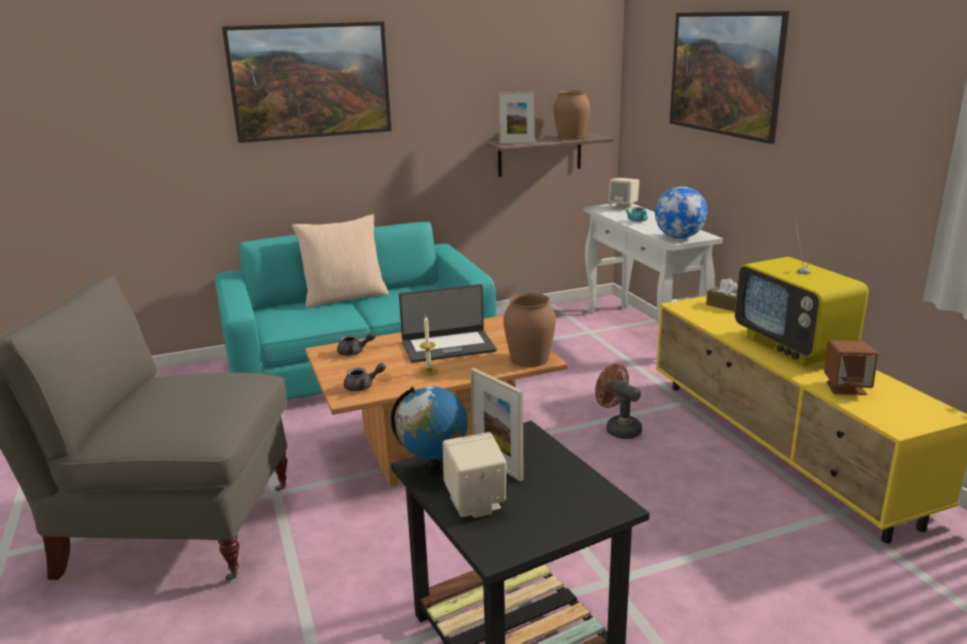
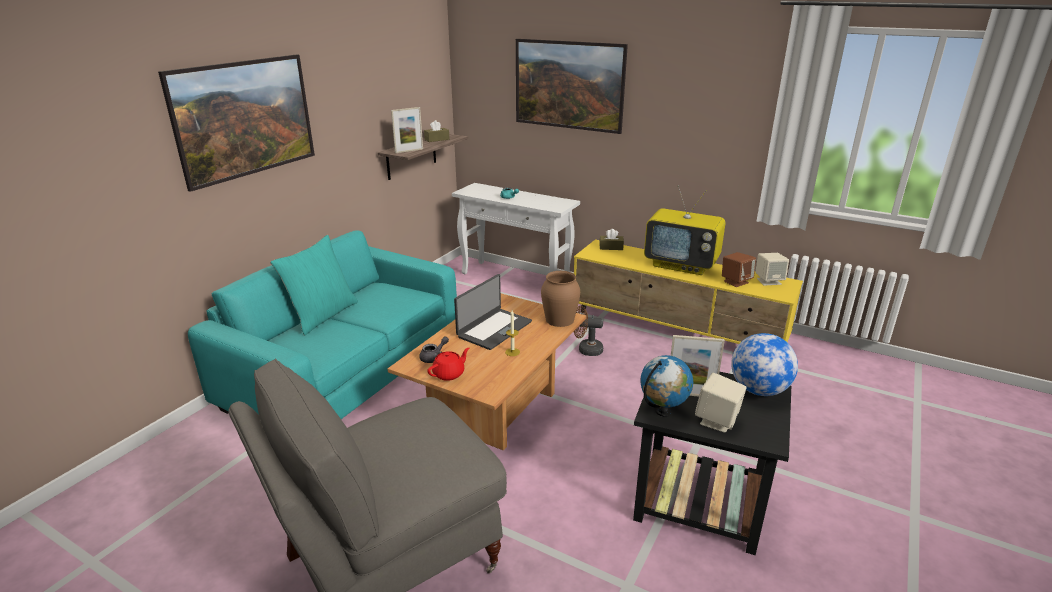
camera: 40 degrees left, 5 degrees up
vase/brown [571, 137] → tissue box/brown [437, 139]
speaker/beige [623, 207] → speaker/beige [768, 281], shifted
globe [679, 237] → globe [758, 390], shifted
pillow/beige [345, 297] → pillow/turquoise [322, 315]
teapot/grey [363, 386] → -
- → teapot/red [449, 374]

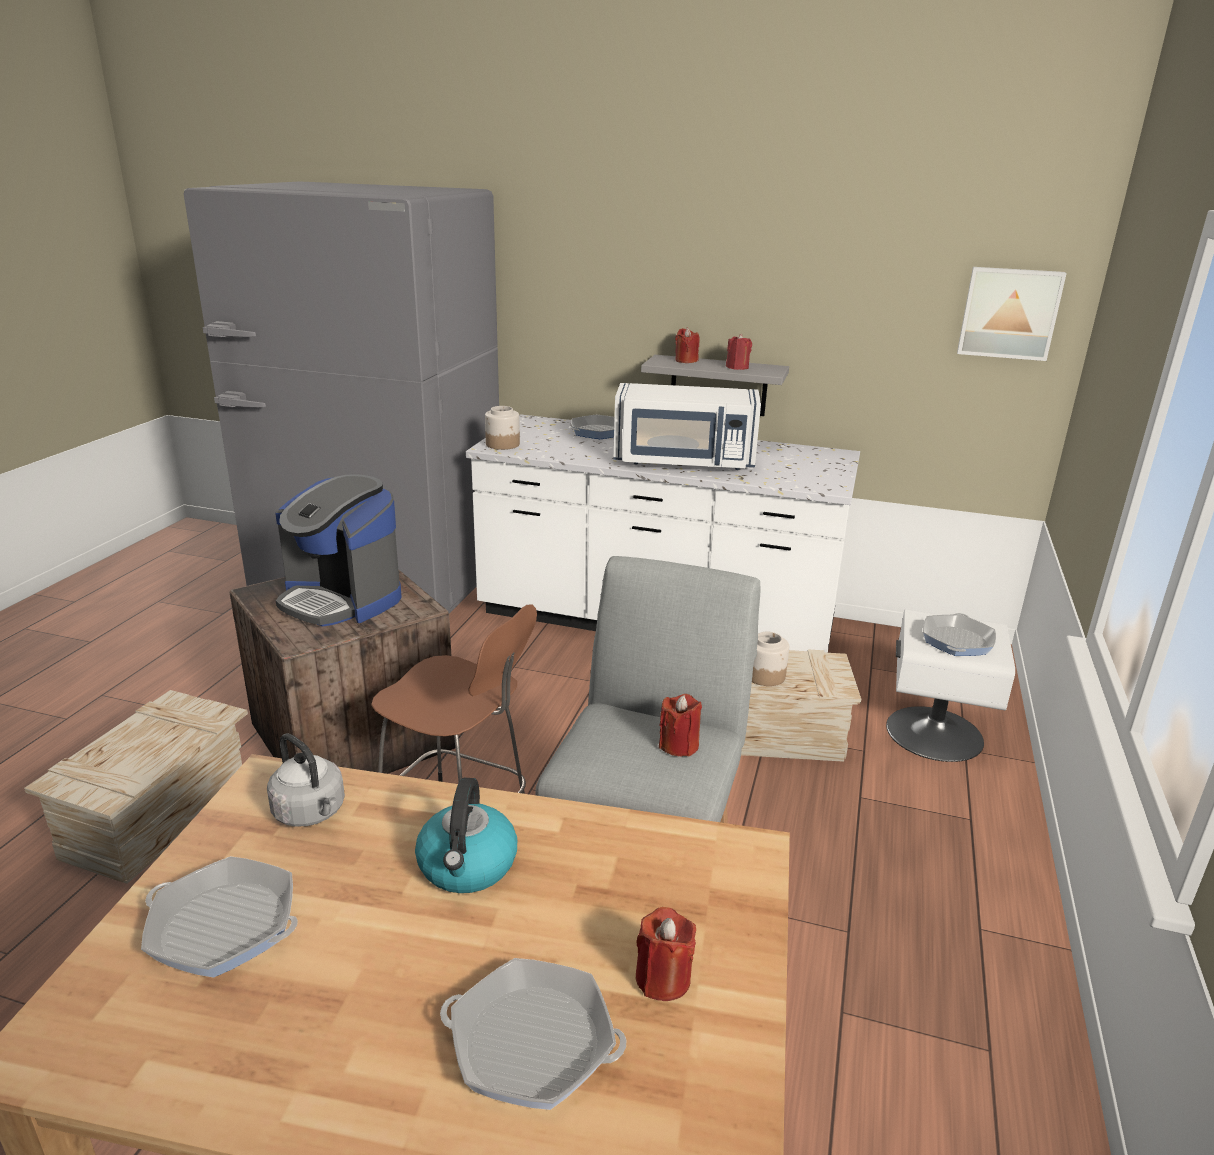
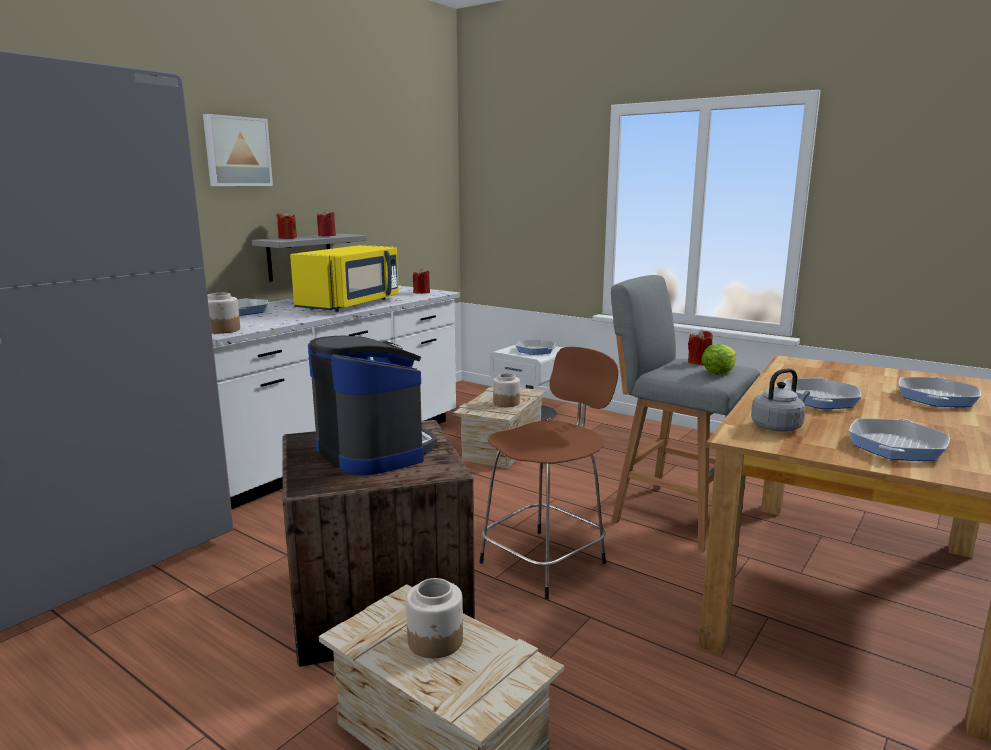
camera: 70 degrees left, 10 degrees down
picture [1009, 313] → picture [237, 151], shifted
microwave/white [684, 462] → microwave/yellow [351, 304]
coffee machine [341, 600] → coffee machine [374, 451], 90 degrees counterclockwise
kettle [467, 866] → frying pan [819, 399]
candle/red [663, 978] → candle/red [421, 292], shifted
- → lettuce [721, 371]
- → jar [435, 641]

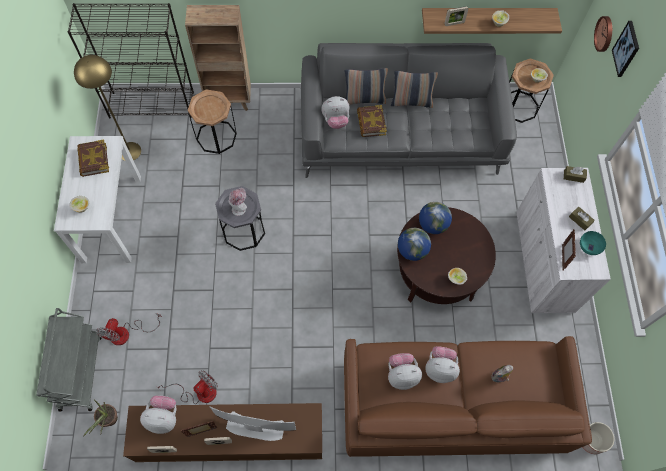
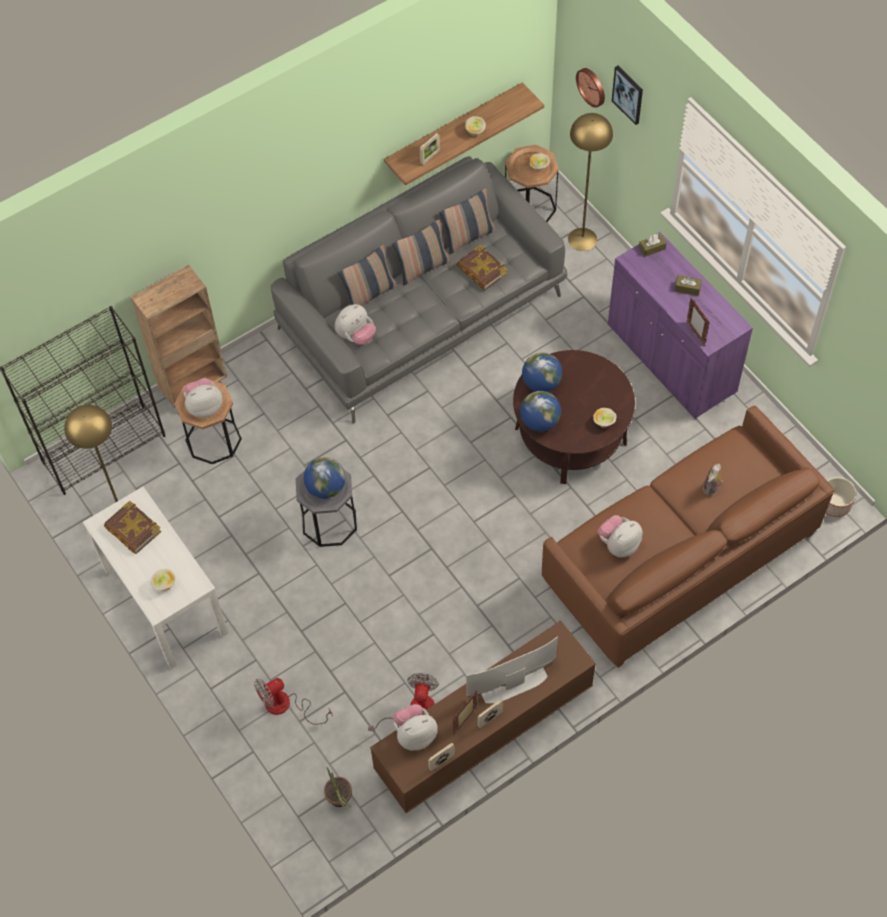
camera: 30 degrees left, 5 degrees down
book [371, 123] → book [481, 271], shifted
cabinet/white [544, 261] → cabinet/purple [671, 359]
hat [239, 208] → globe [326, 488]
bowl/turquoise [589, 246] → -
cart/grey [80, 371] → -
fan [127, 333] → fan [286, 706], 75 degrees clockwise
plush toy [440, 368] → plush toy [204, 406], shifted
- → floor lamp/yellow [582, 239]
- → pillow [468, 237]

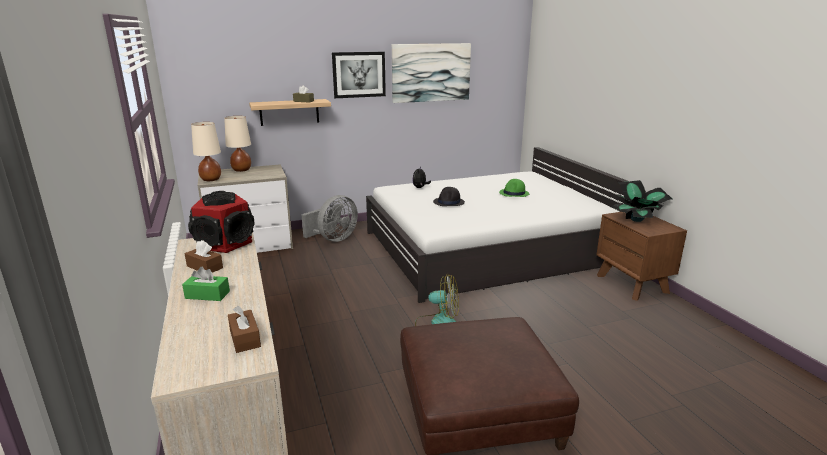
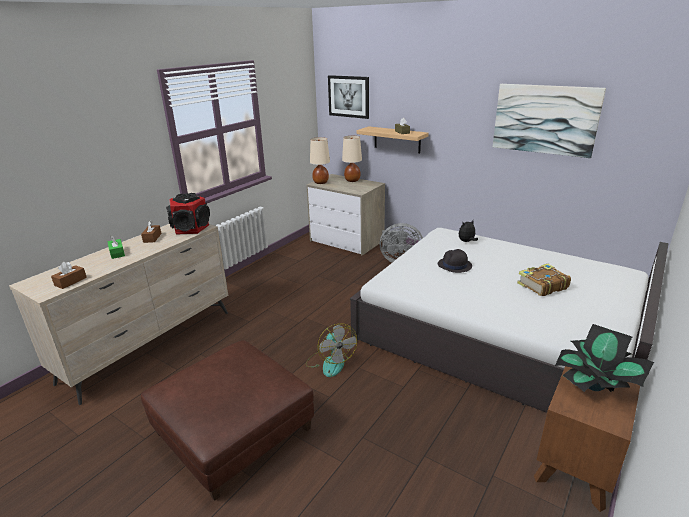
camera: 55 degrees right, 5 degrees up
picture [359, 74] → picture [349, 96], shifted
hat/green [514, 193] → book [541, 286]

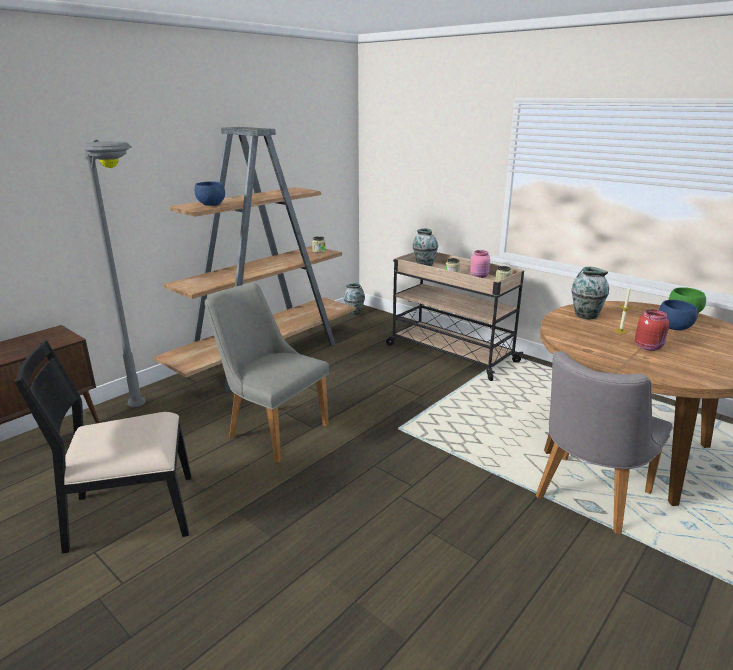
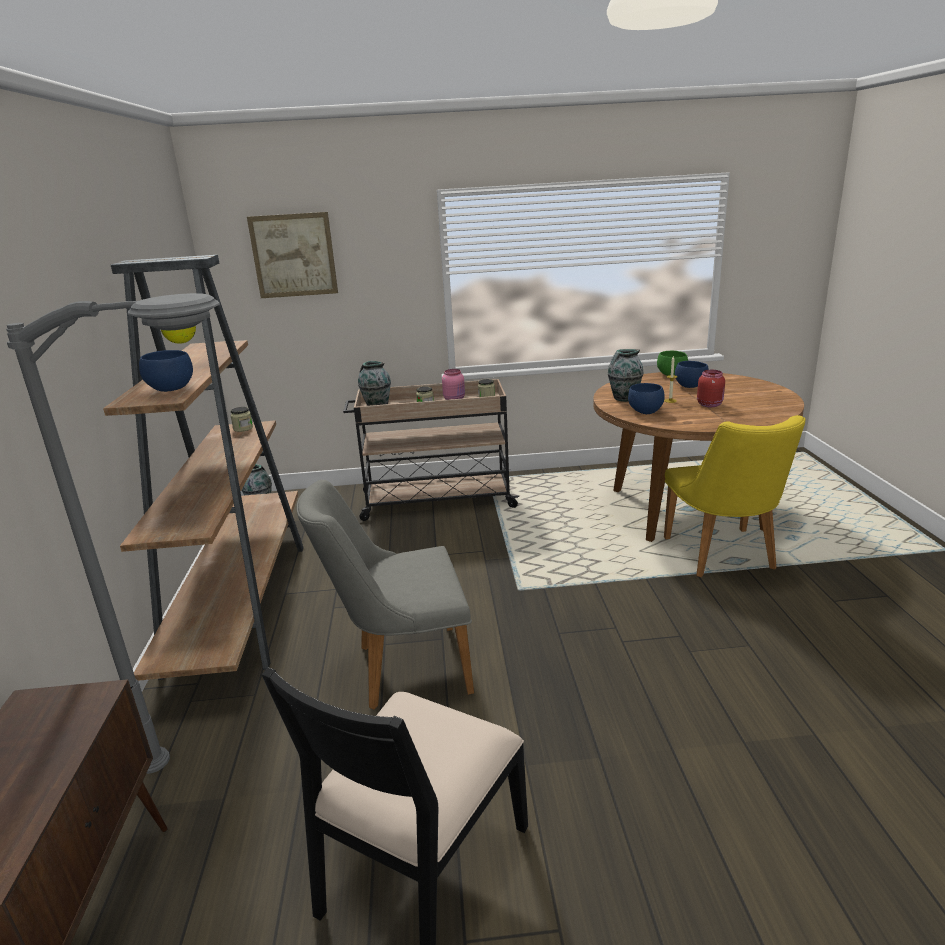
camera: 45 degrees left, 0 degrees up
chair/grey [586, 499] → chair/yellow [724, 558]
- → picture [293, 255]
- → bowl/blue [645, 412]

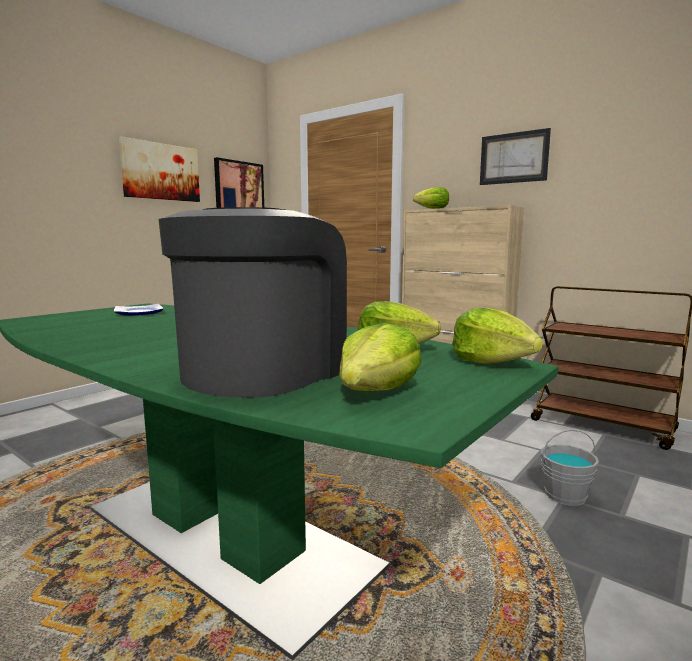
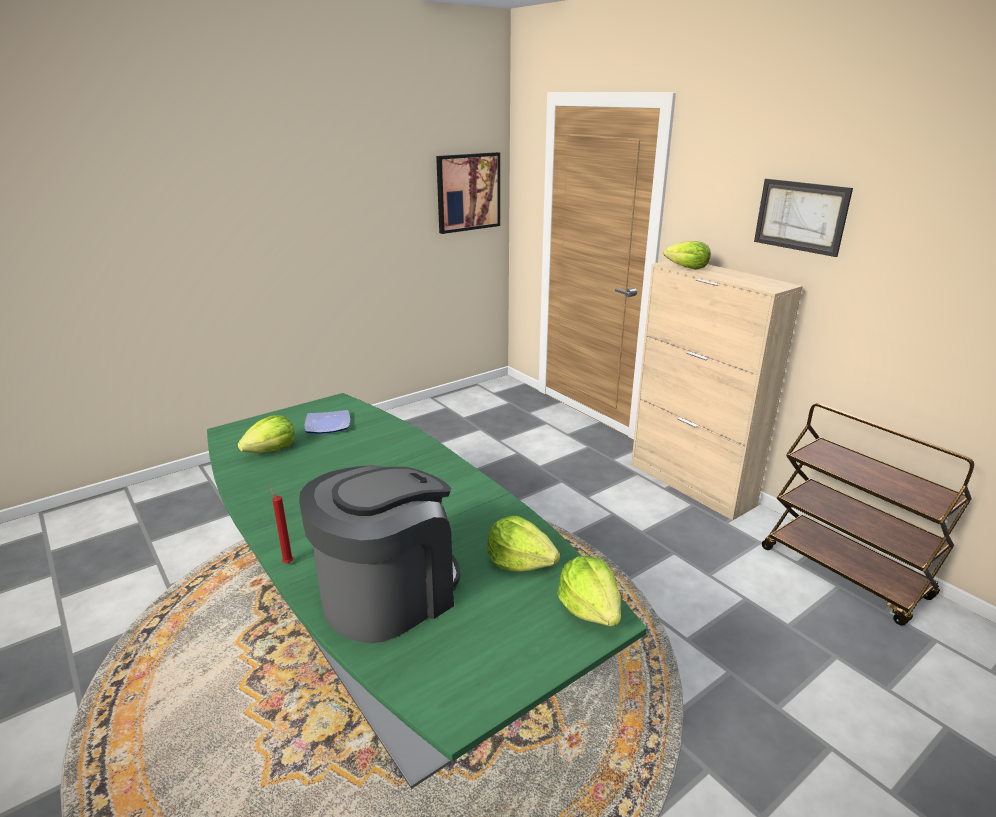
camera: 15 degrees right, 15 degrees up
picture [161, 172] → -
lettuce [376, 391] → lettuce [271, 450], shifted
bucket/grey [565, 496] → -
- → candle/red [287, 562]

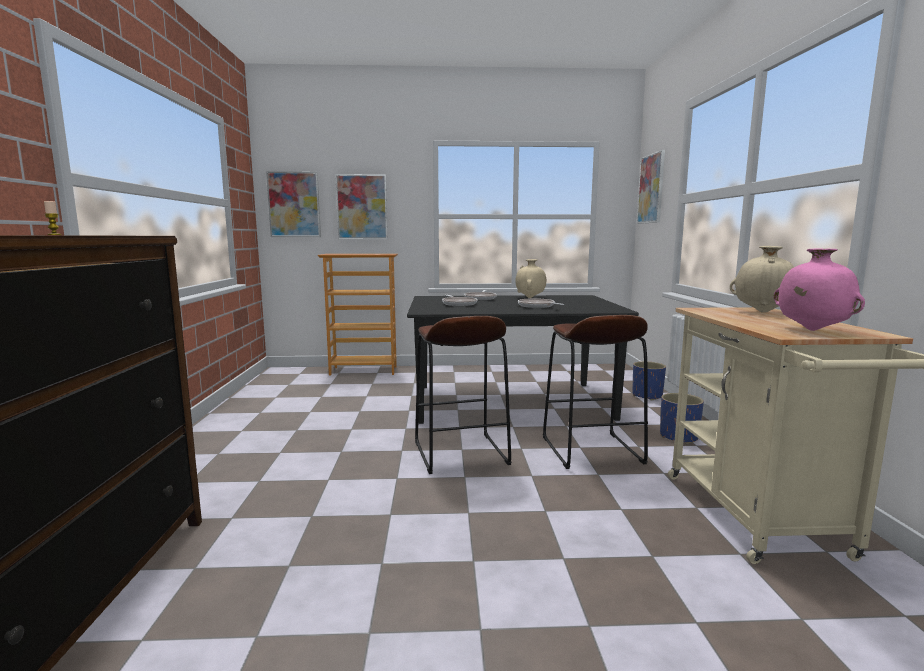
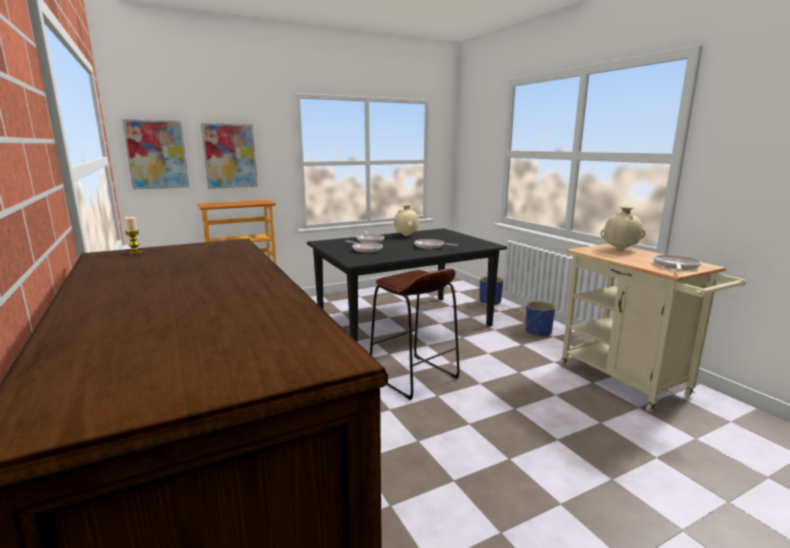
camera: 25 degrees left, 5 degrees up
picture [651, 189] → -
vase/pink [811, 330] → frying pan [675, 266]
stool/brown [591, 450] → -

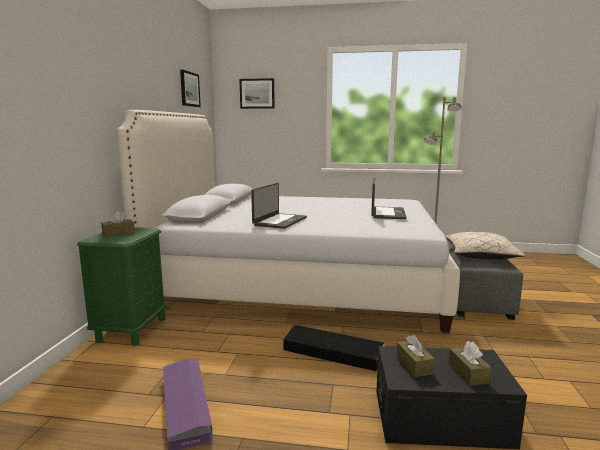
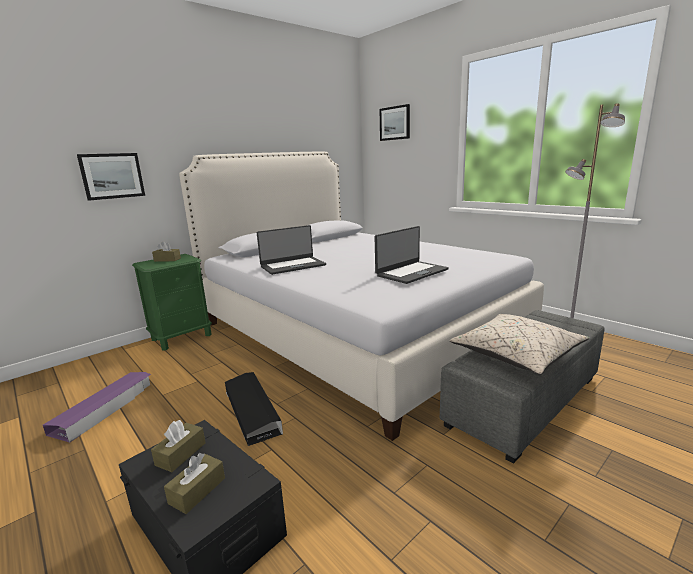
camera: 40 degrees right, 5 degrees up
picture [189, 89] → picture [112, 176], shifted

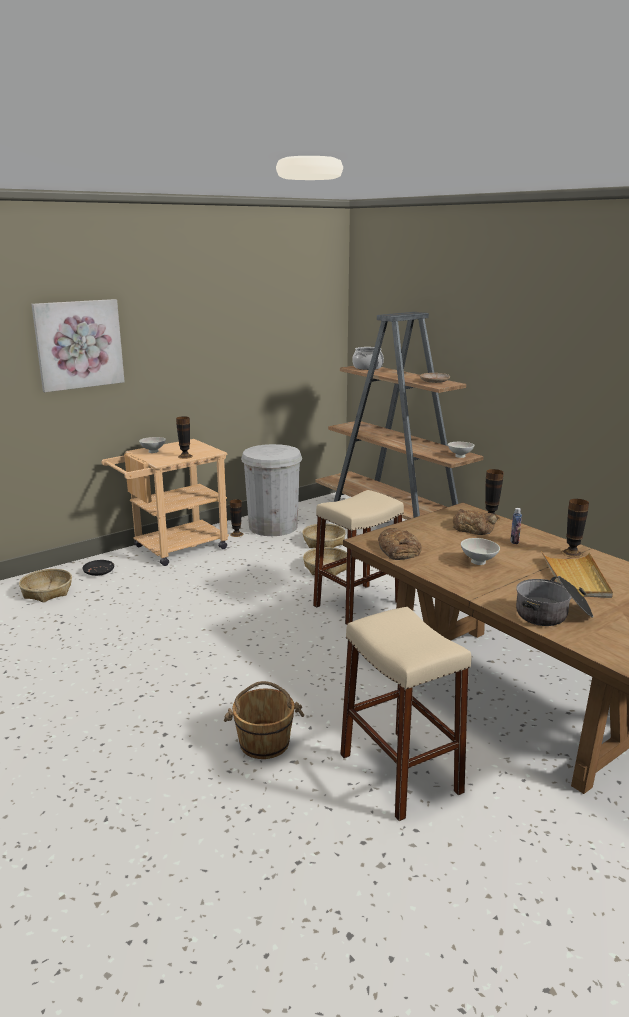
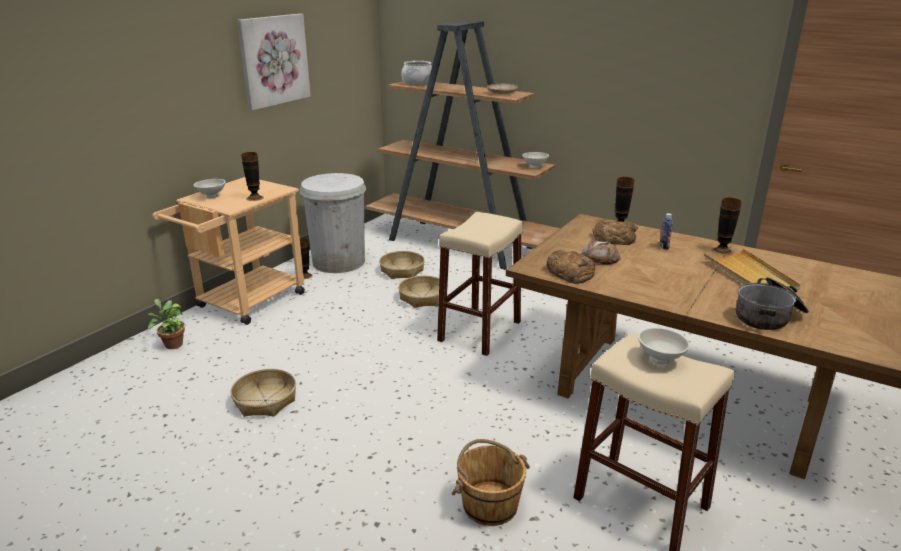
camera: 20 degrees left, 5 degrees up
picture [79, 344] → picture [273, 60], shifted
bowl/white [479, 561] → bowl/white [660, 359], shifted
plate/black [99, 571] → potted plant [172, 344]
basket [47, 592] → basket [265, 400], shifted
- → bread [600, 258]

